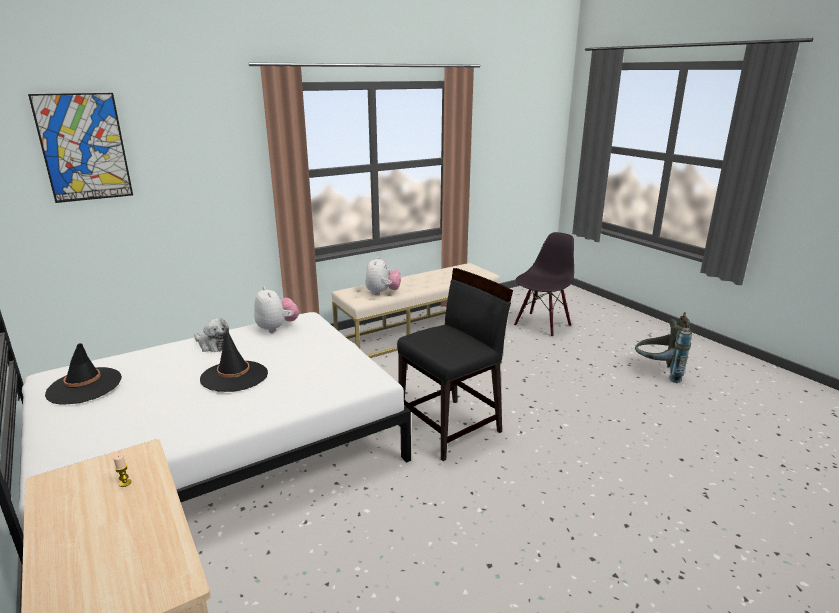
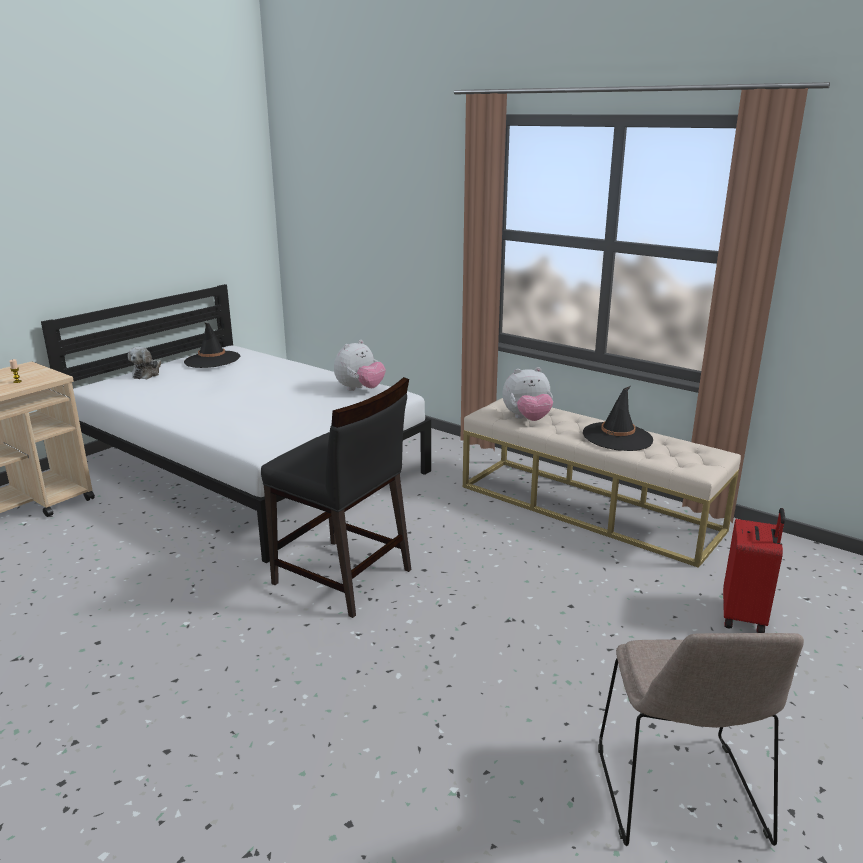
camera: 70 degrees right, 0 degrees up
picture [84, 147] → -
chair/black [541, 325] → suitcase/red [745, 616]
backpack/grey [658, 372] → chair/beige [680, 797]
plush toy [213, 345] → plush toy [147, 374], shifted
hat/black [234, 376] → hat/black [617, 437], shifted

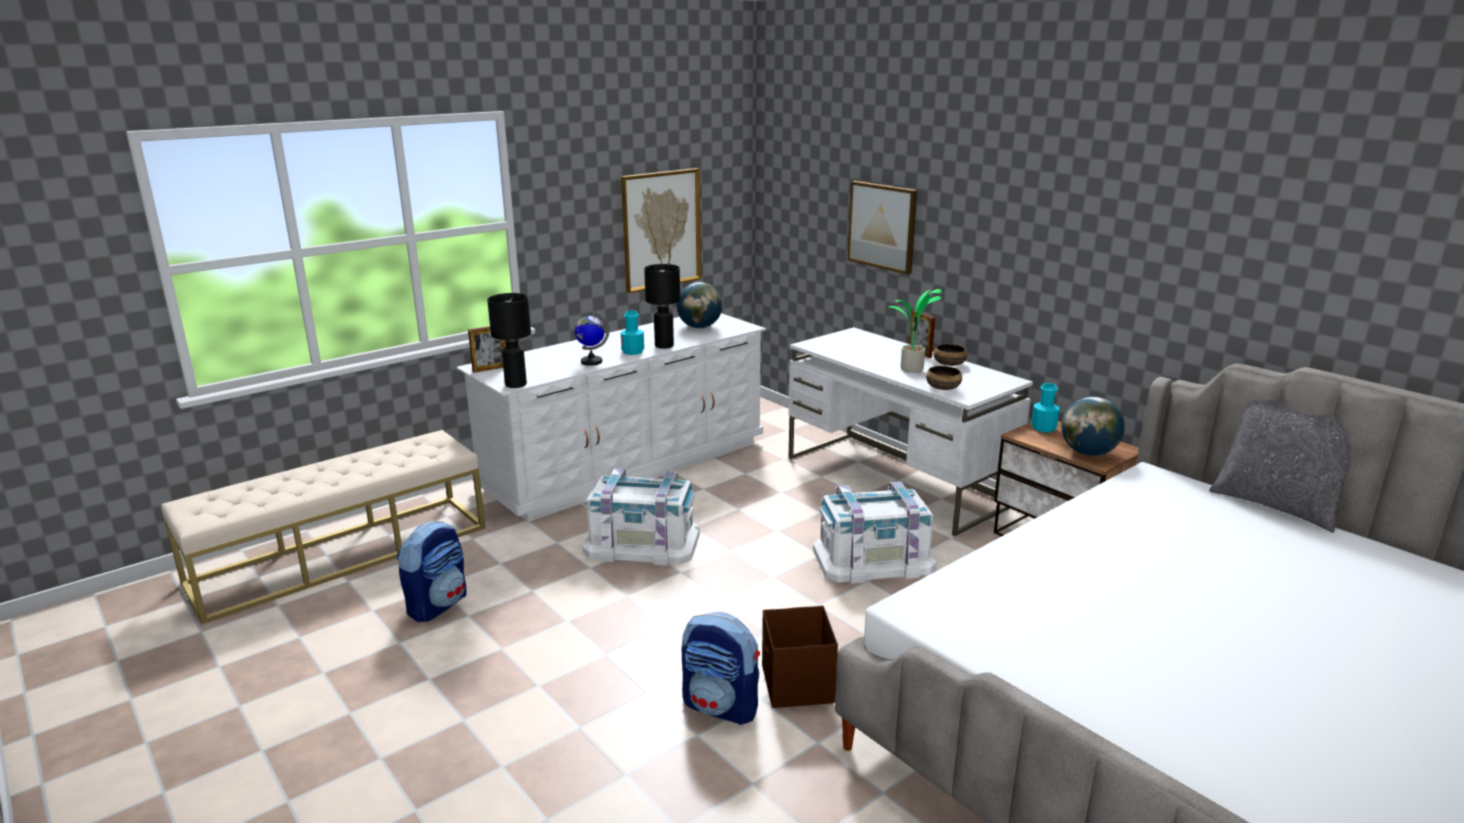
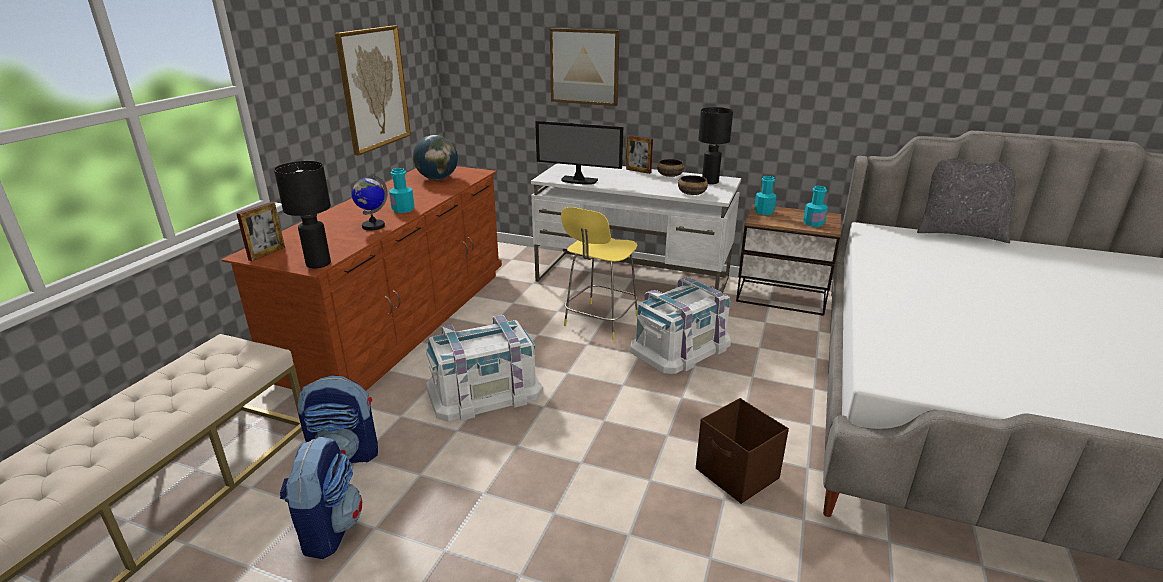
camera: 30 degrees left, 5 degrees up
table lamp/black [664, 346] → table lamp/black [710, 182], shifted
potted plant [912, 370] → -
dresser/white [627, 465] → dresser/brown [401, 322]
globe [1088, 453] → bottle/turquoise [813, 223]
backpack [721, 706] → backpack [346, 454], shifted
- → monitor [578, 181]
- → stool/yellow [600, 321]

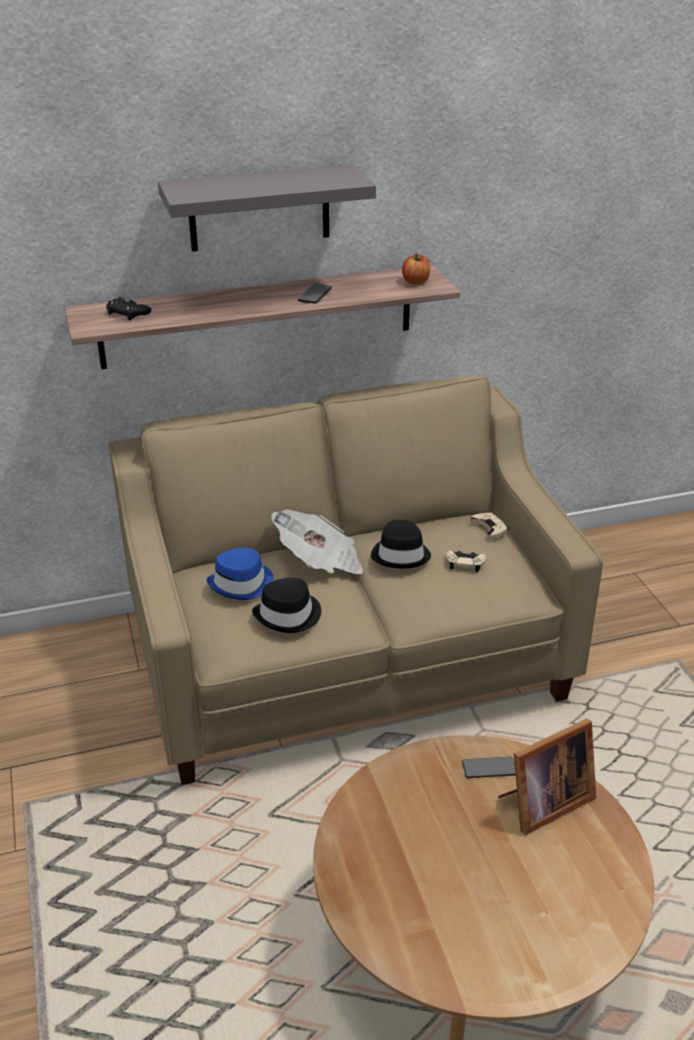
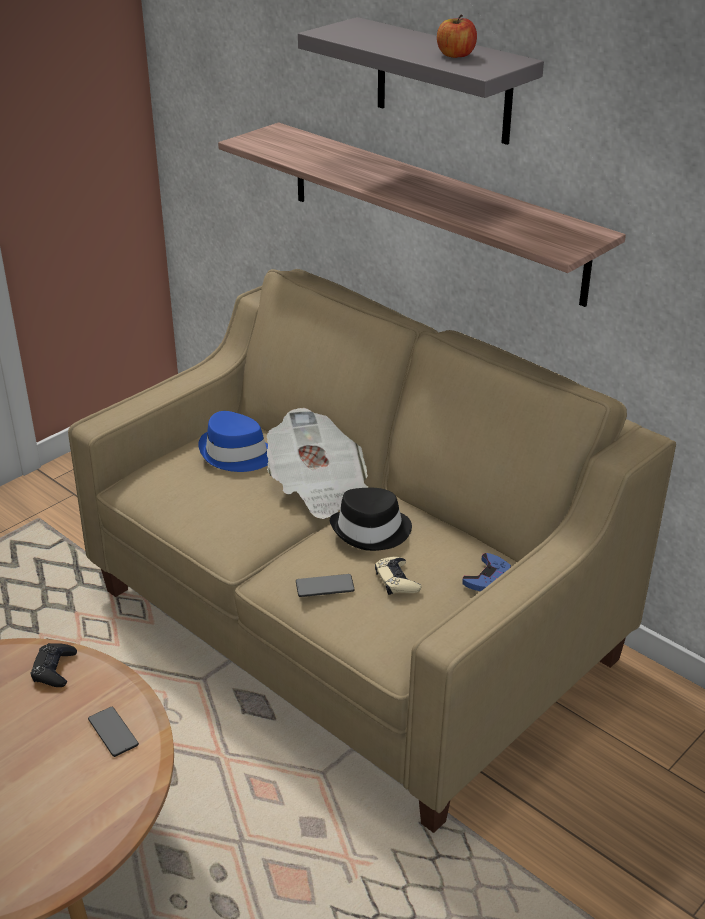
camera: 60 degrees right, 0 degrees up
apple [416, 282] → apple [455, 55], shifted
phone [315, 294] → phone [325, 586], shifted
game controller/black [128, 313] → game controller/black [54, 669], shifted
game controller/beige [489, 528] → game controller/blue [488, 578]
hat/black [289, 615] → -
picture frame [542, 803] → -

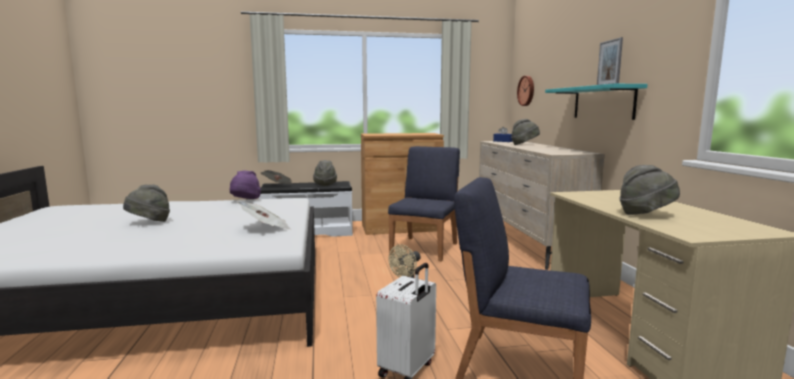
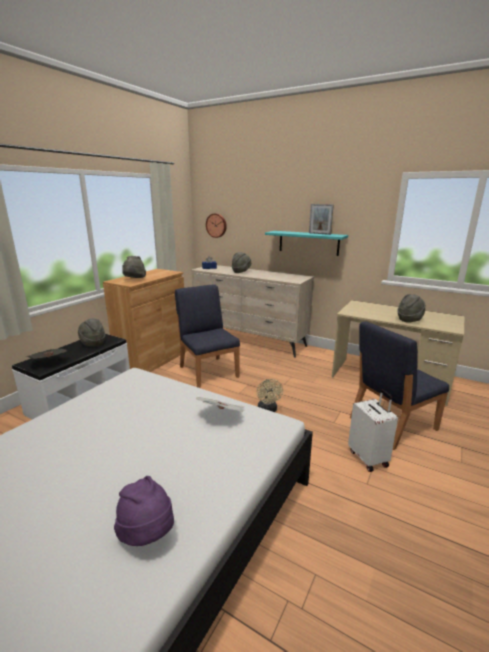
camera: 50 degrees left, 10 degrees up
hat/purple [245, 201] → hat/purple [148, 534], shifted
hat/grey [149, 222] → hat/grey [134, 279], shifted

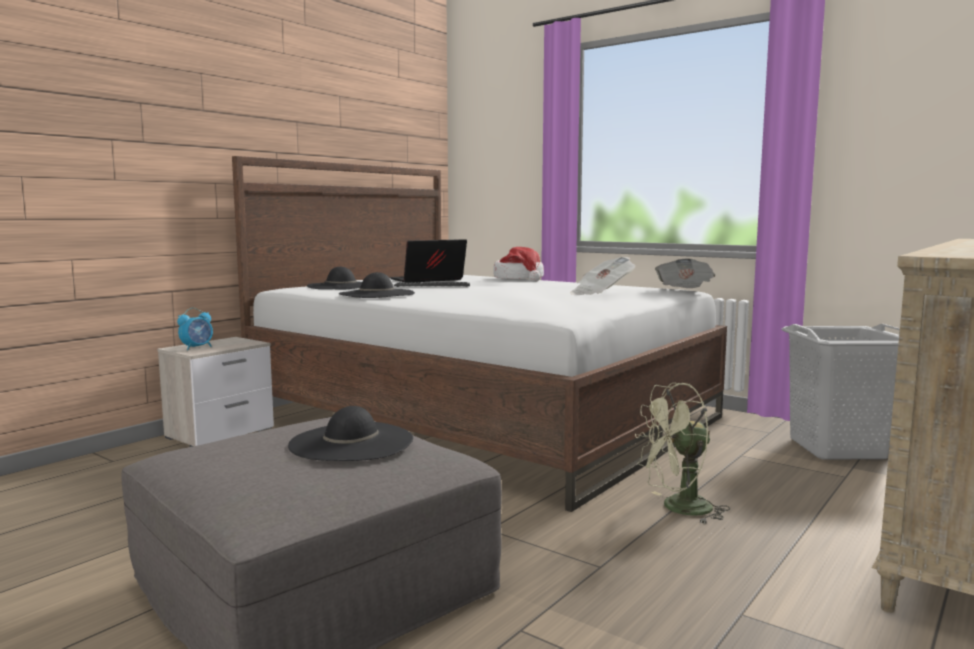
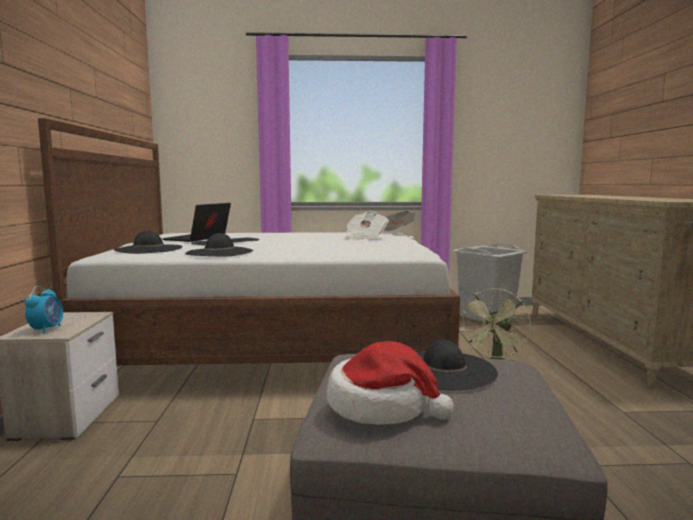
camera: 40 degrees left, 0 degrees up
hat [519, 279] → hat [381, 406], shifted

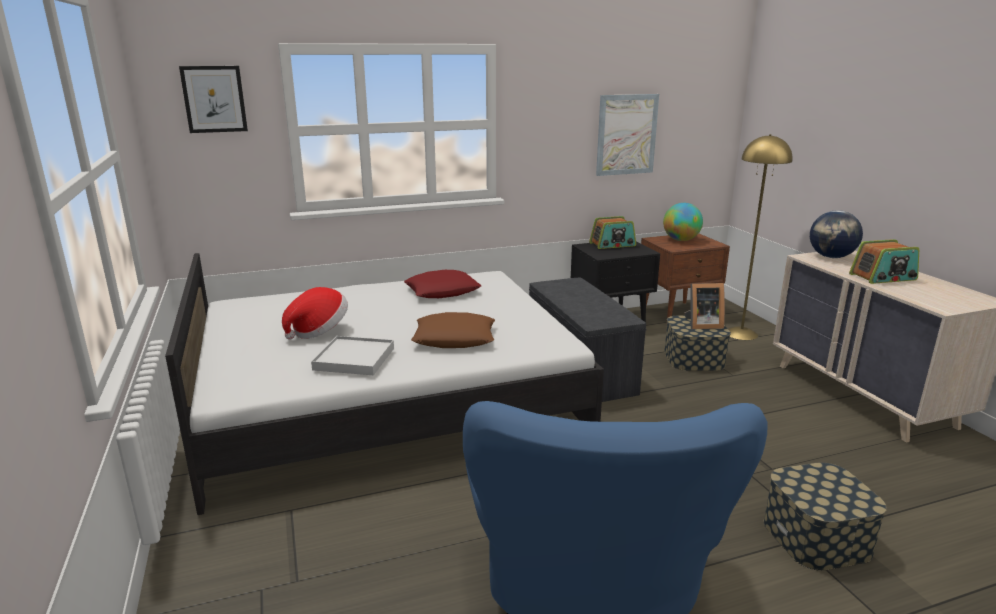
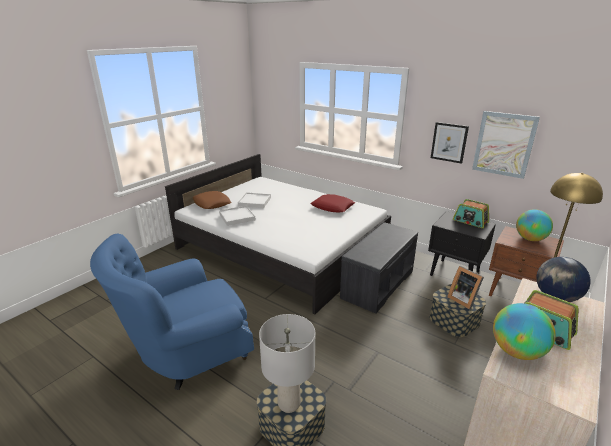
camera: 55 degrees right, 5 degrees up
picture [214, 99] → picture [449, 142], shifted
hat [319, 331] → tray/white [254, 202]
pillow/brown [454, 338] → pillow/brown [212, 203], shifted
- → globe [516, 351]
- → table lamp/grey [289, 403]

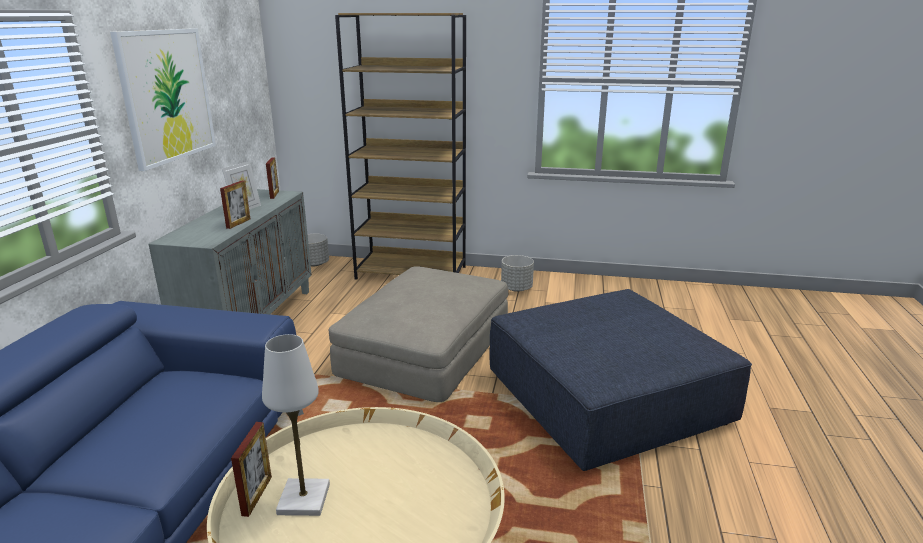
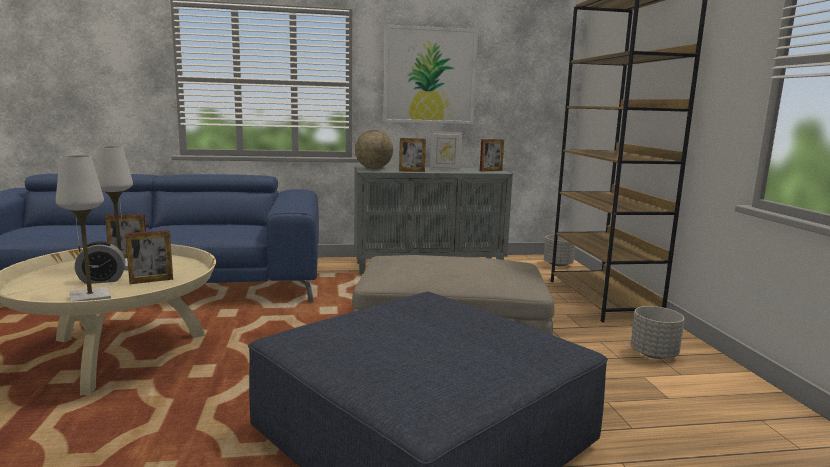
camera: 70 degrees right, 10 degrees down
- → globe [373, 168]
- → table lamp/white [90, 298]
- → picture frame [151, 281]
- → alarm clock [102, 280]

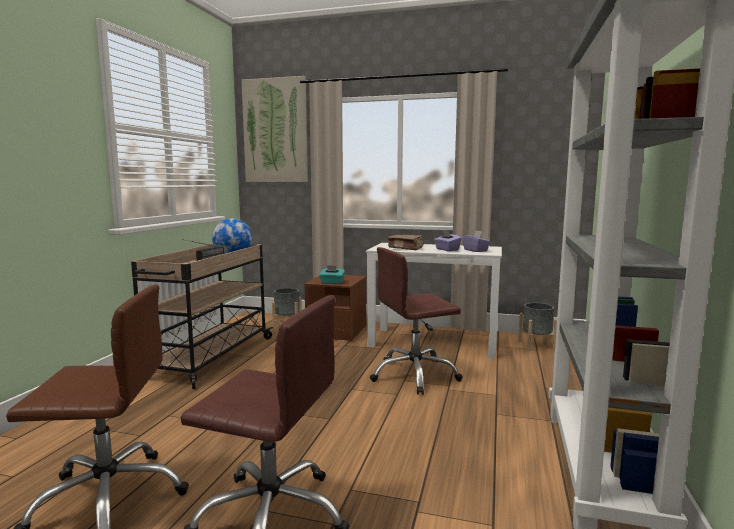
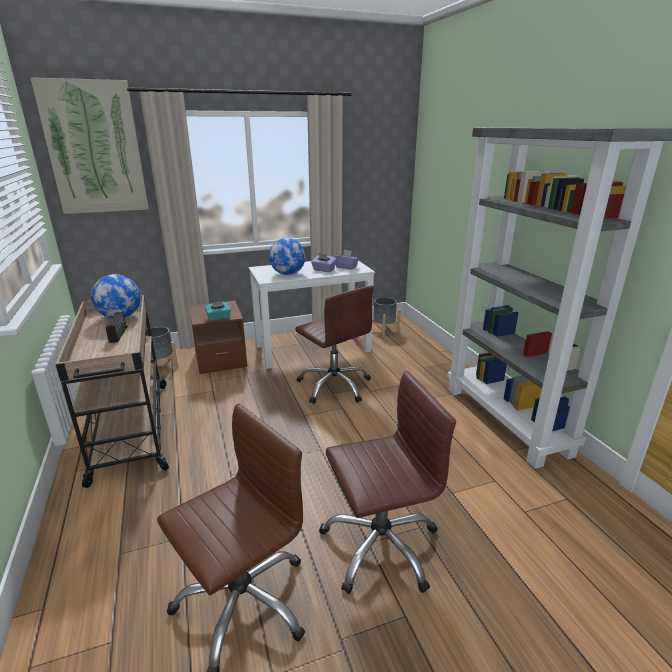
camera: 35 degrees left, 15 degrees up
book/brown [405, 248] → globe [288, 274]
office chair/brown [414, 375] → office chair/brown [334, 386], 75 degrees counterclockwise

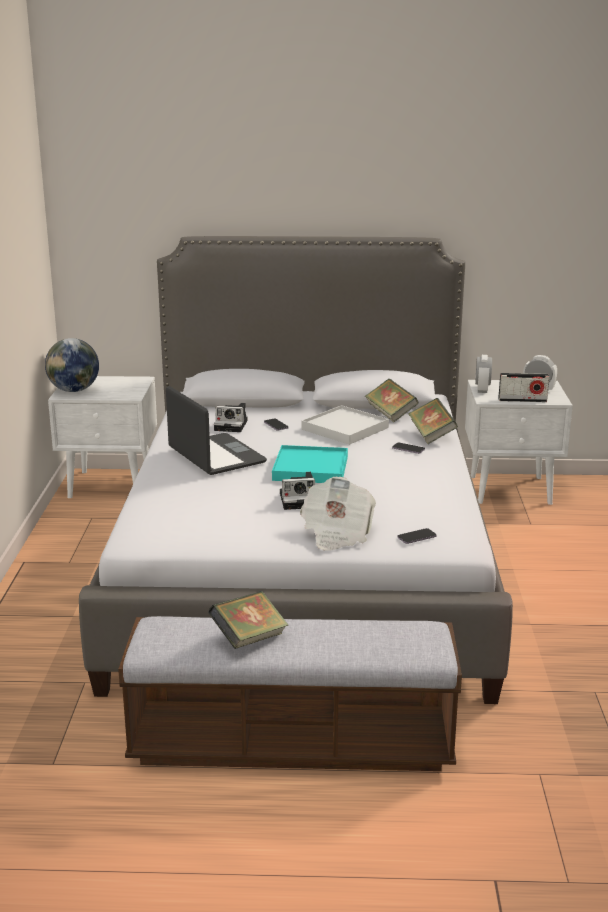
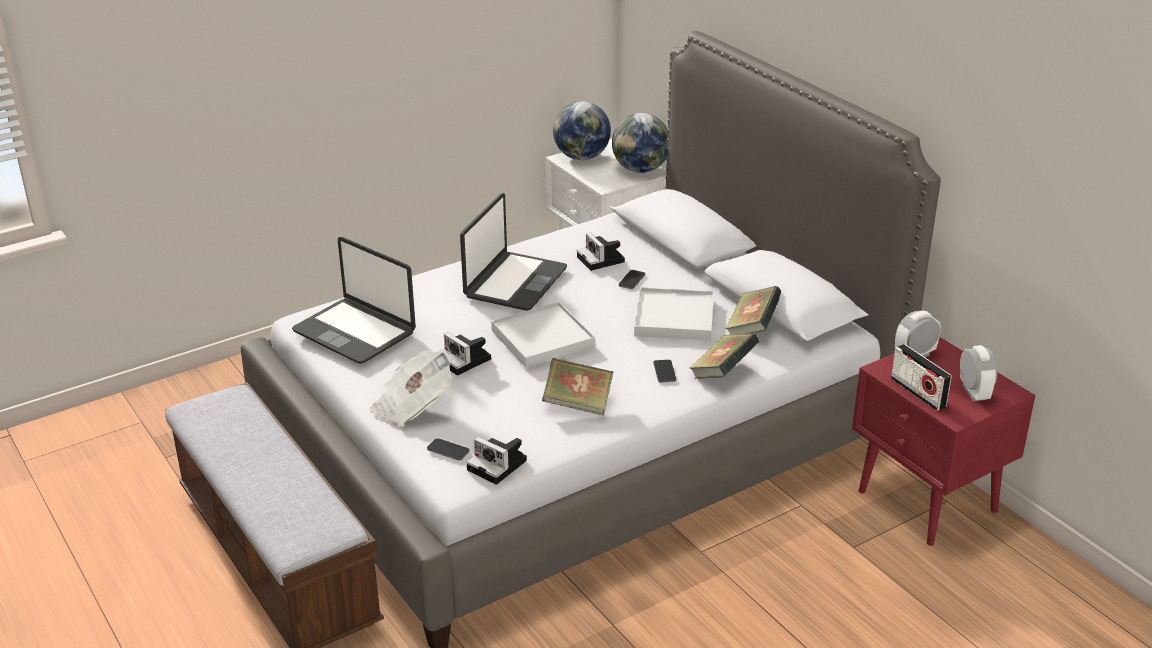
camera: 55 degrees right, 10 degrees up
nightstand/white [511, 490] → nightstand/red [928, 502]
tray/turquoise [311, 468] → tray/white [543, 339]
book [249, 639] → book [578, 404], shifted
- → globe [640, 170]
- → laptop [355, 332]
- → photo camera [499, 466]

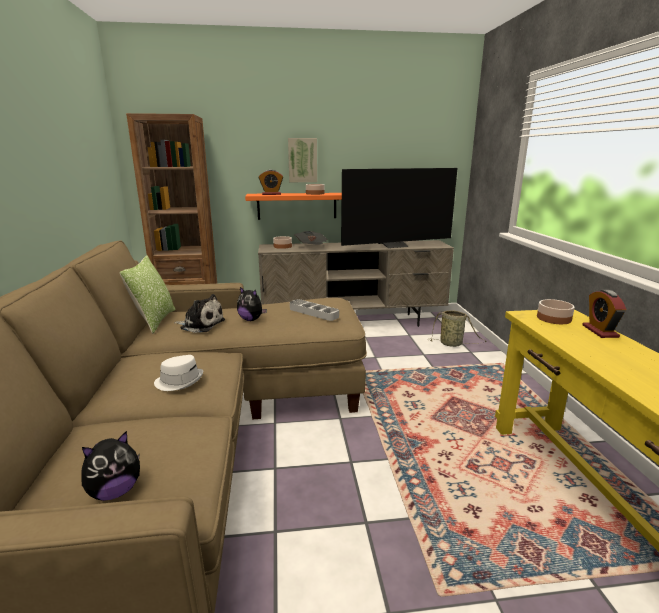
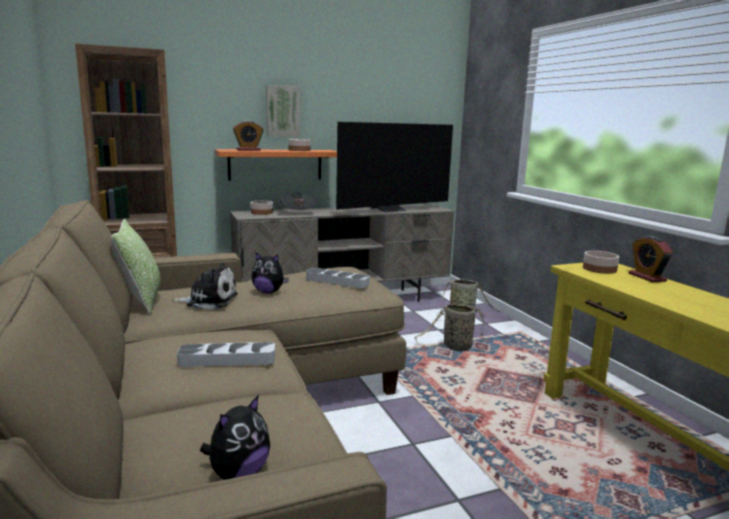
camera: 15 degrees left, 5 degrees down
hat/white [179, 381] → tray/grey [227, 359]
- → basket [455, 347]

